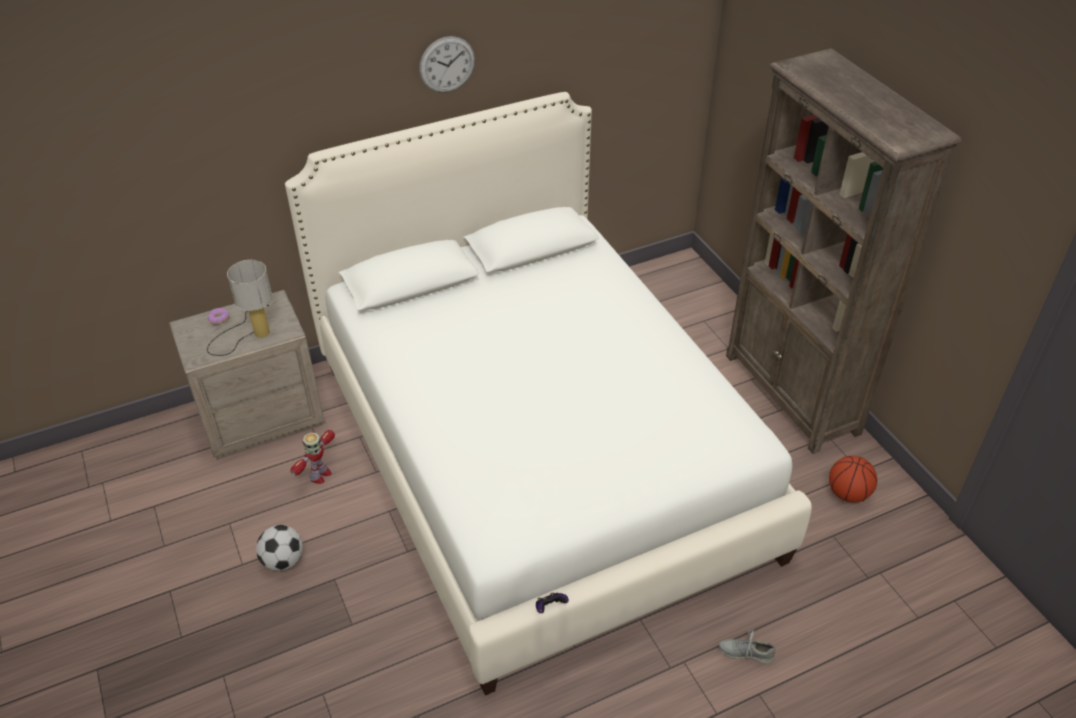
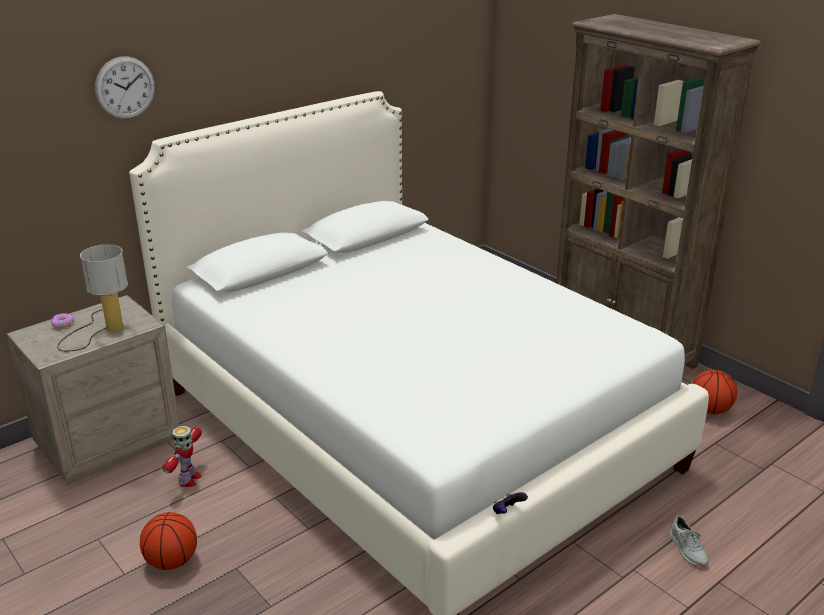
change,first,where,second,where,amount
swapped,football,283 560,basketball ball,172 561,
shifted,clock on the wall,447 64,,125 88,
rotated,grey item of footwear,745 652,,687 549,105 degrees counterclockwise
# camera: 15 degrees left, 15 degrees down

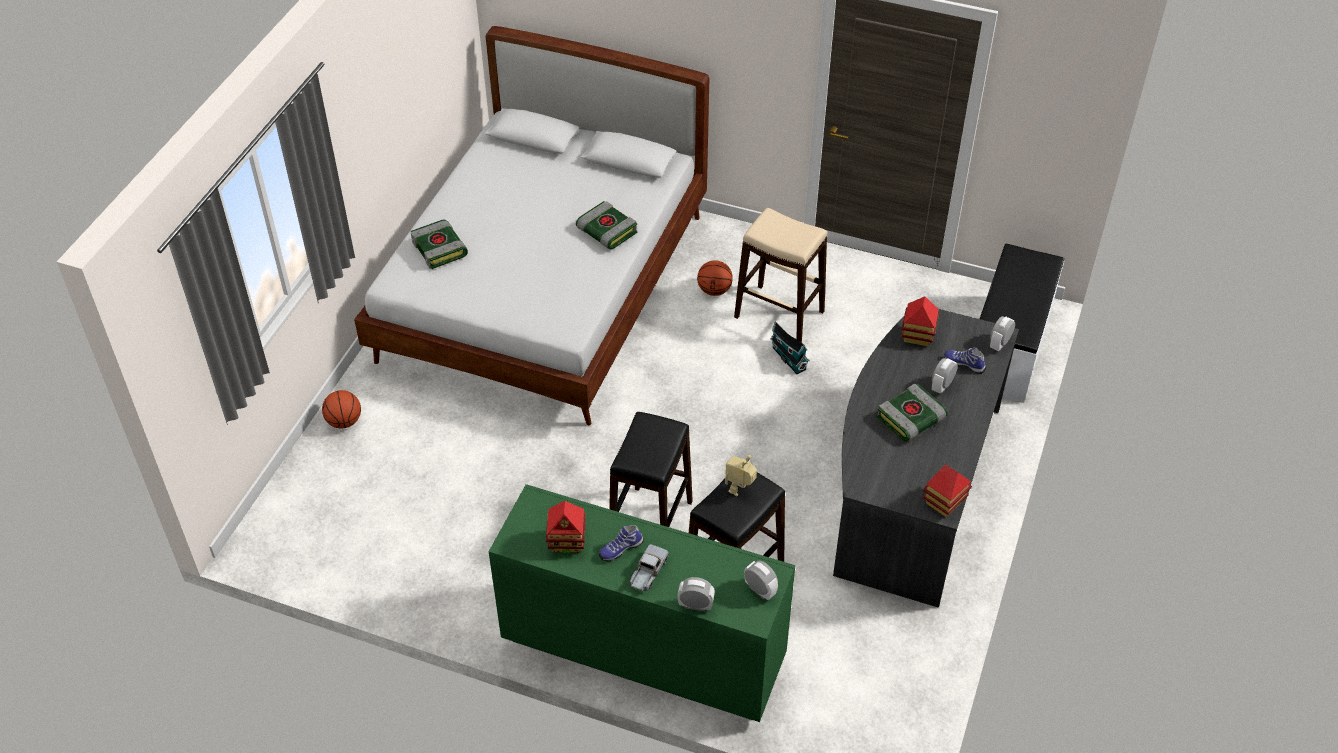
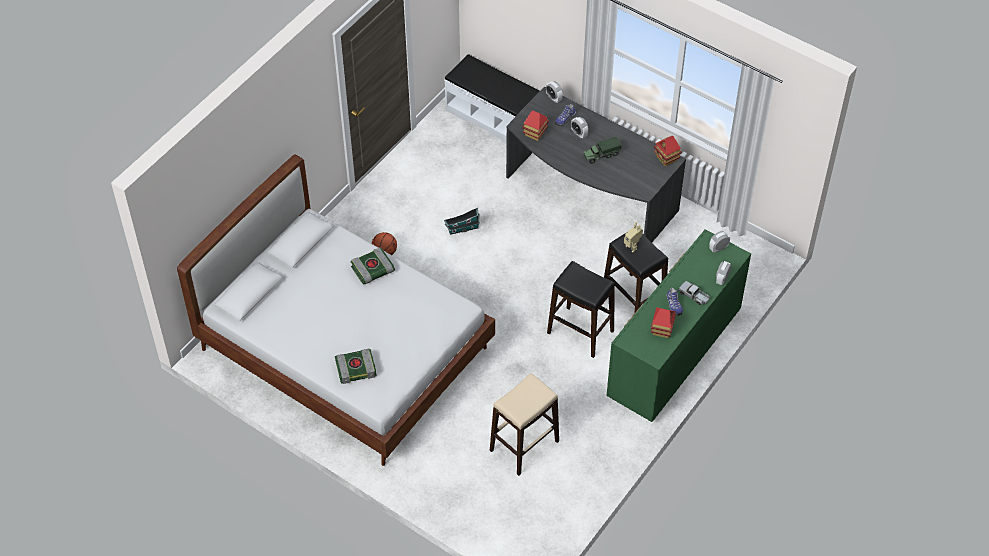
change,first,where,second,where,amount
gone,basketball ball,344 421,,,
shifted,sand-coloured sitting stool,778 314,,524 446,
swapped,volume,910 419,toy truck,600 155,
# camera: 75 degrees left, 5 degrees up

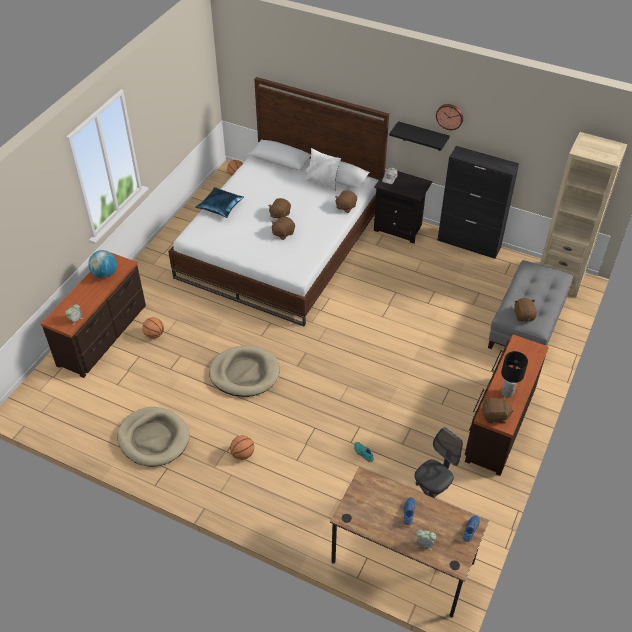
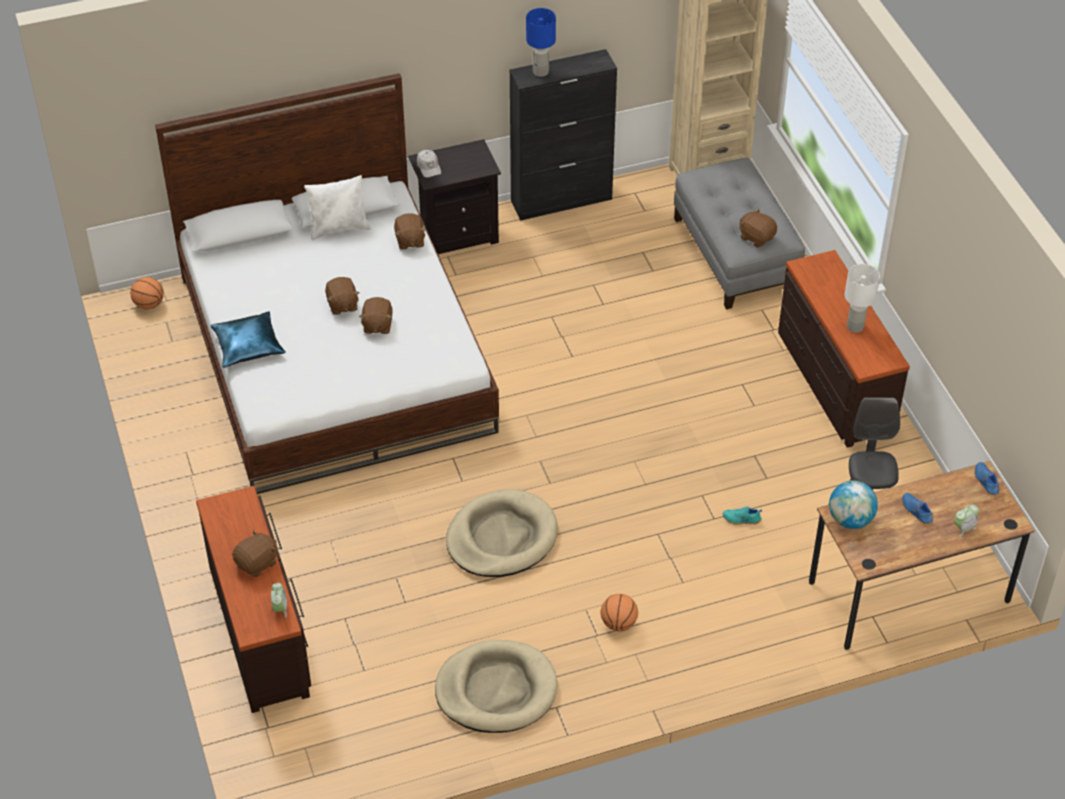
change,first,where,second,where,amount
shifted,globe,105 274,,850 520,
gone,basketball ball,154 335,,,
gone,black wall shelf,422 136,,,
gone,clock on the wall,450 116,,,
shifted,brown soft toy,495 416,,257 563,
repainted,black table lamp,507 392,white-coloured table lamp,855 326,
new,,,bluish table lamp,540 72,
# camera: 45 degrees left, 0 degrees up

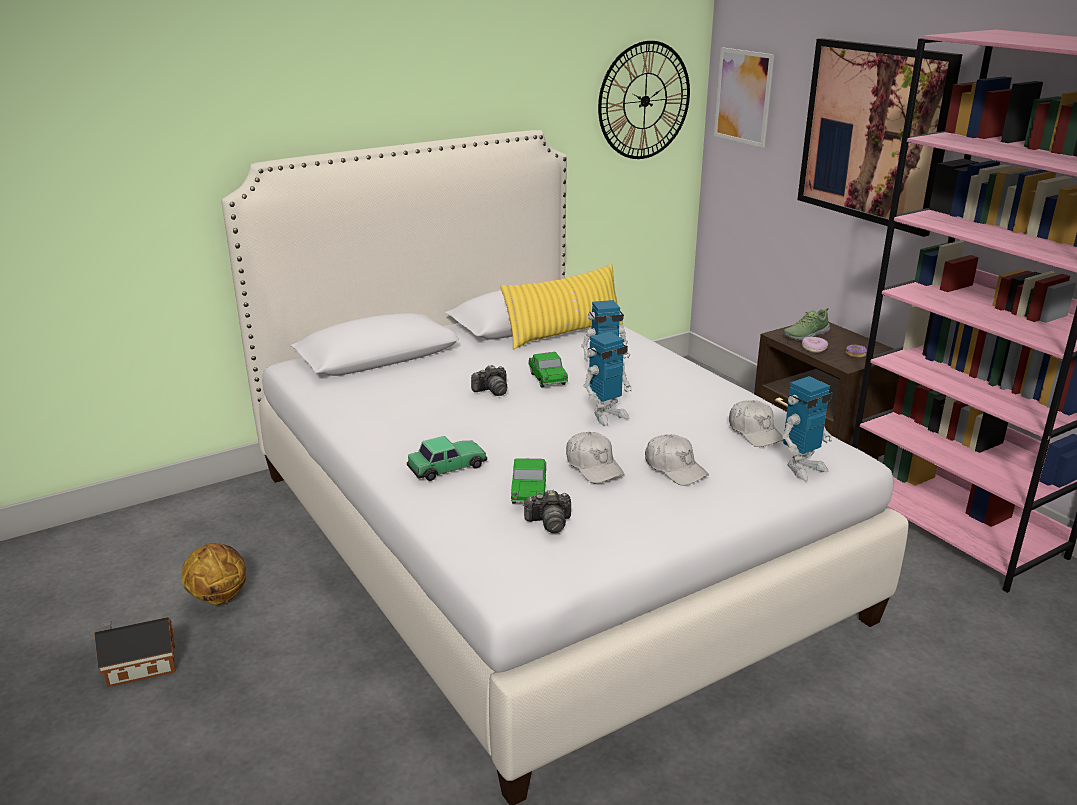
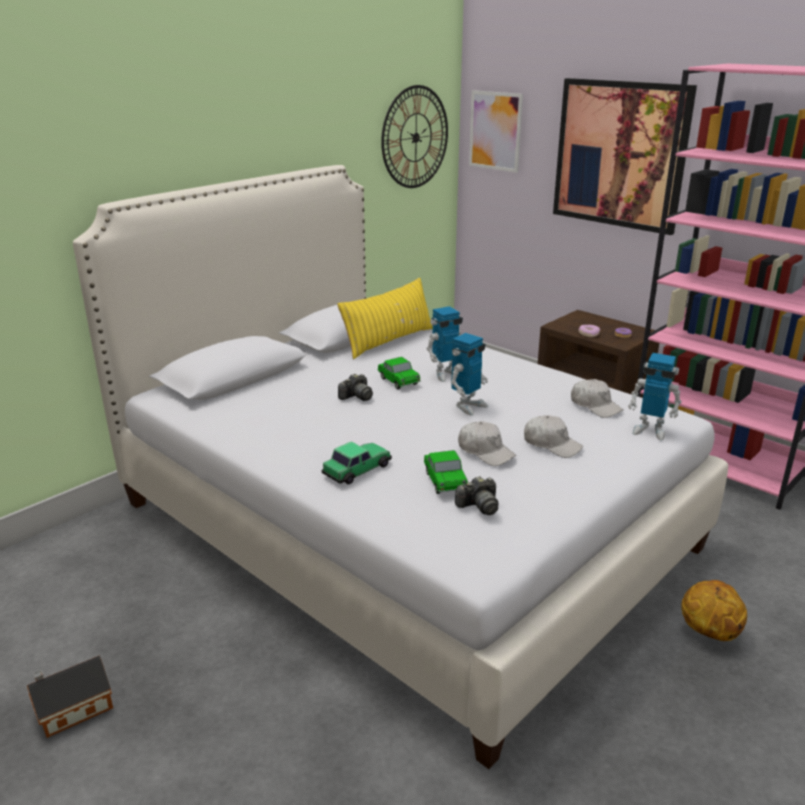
change,first,where,second,where,amount
shifted,basketball ball,218 597,,708 632,
rotated,model robot,802 468,,650 430,75 degrees clockwise
gone,item of footwear,805 335,,,
# camera: 15 degrees left, 0 degrees up

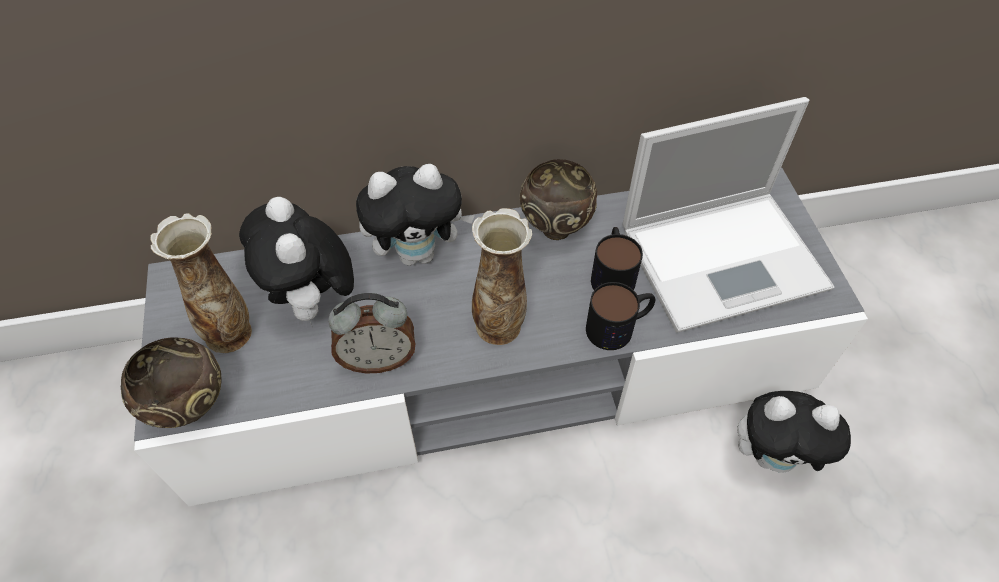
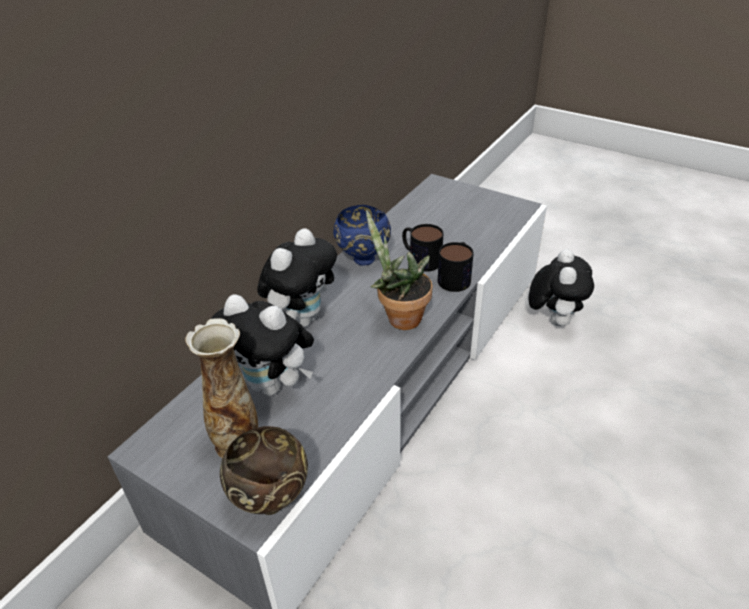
change,first,where,second,where,amount
gone,alarm clock,378 359,,,
swapped,flower vase,499 327,plant in a pot,399 318,
repainted,brown bowl,555 227,bluish bowl,362 259,
gone,portable computer,726 257,,,
rotated,soft toy,773 456,,553 319,45 degrees counterclockwise
# camera: 45 degrees left, 15 degrees down

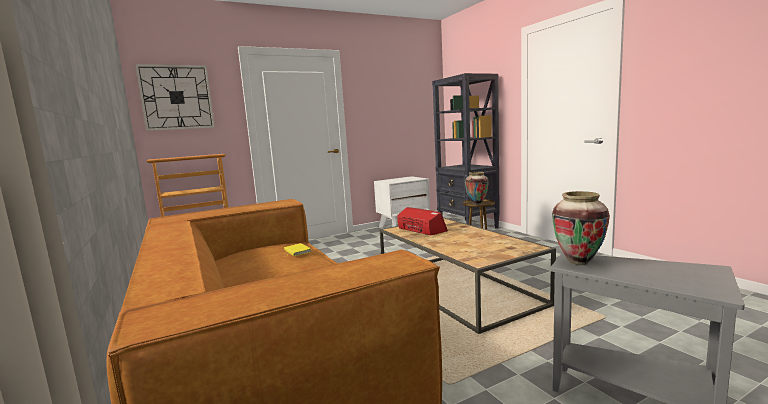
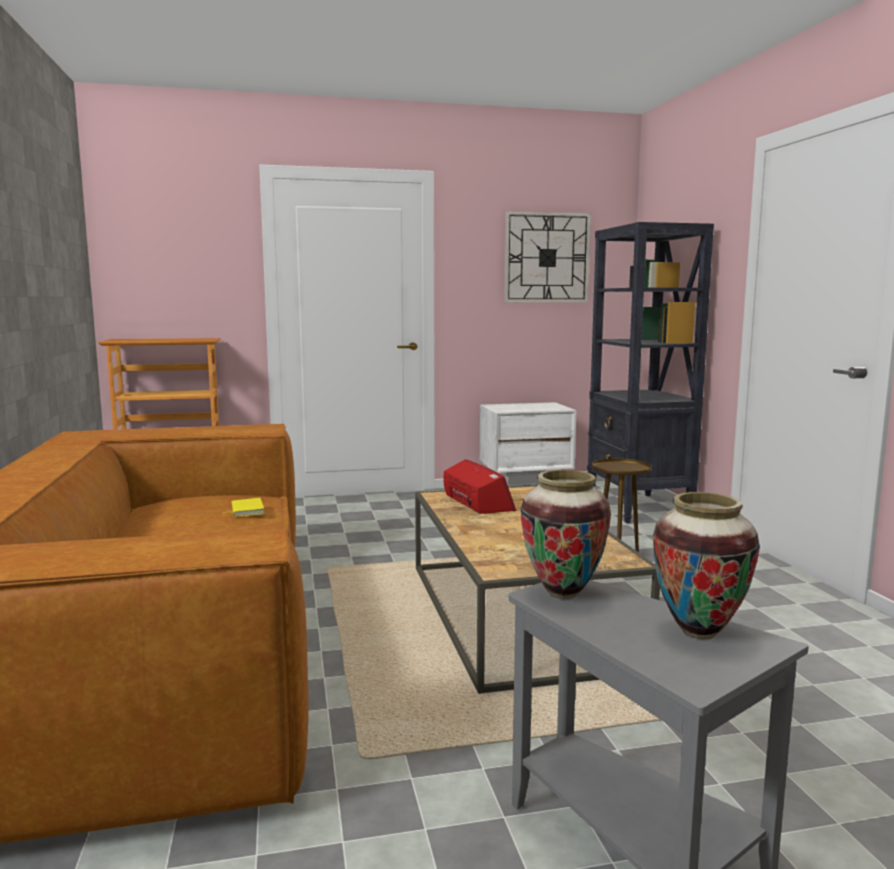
change,first,where,second,where,amount
shifted,clock on the wall,176 97,,546 258,
shifted,flower vase,476 204,,698 632,
# camera: 15 degrees right, 0 degrees up

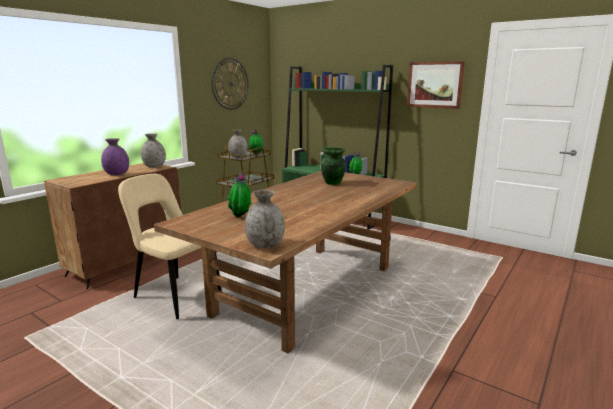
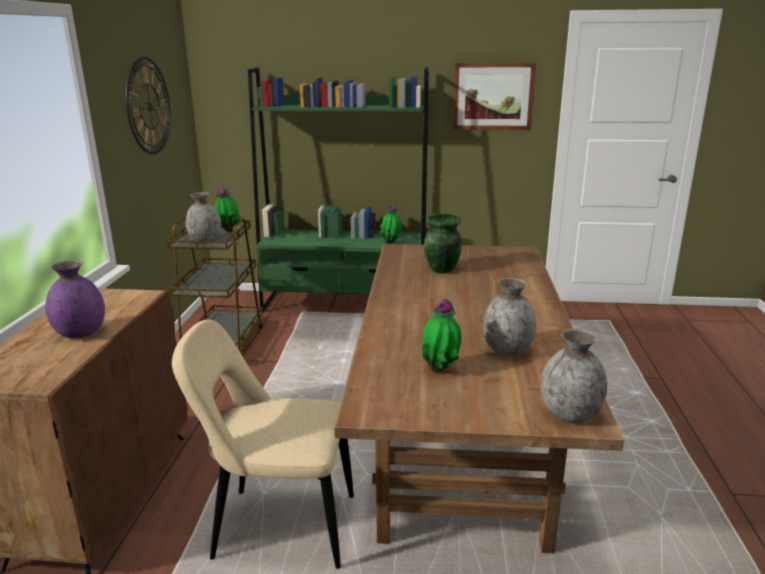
change,first,where,second,where,amount
shifted,grey flower vase,154 166,,507 350,
# camera: 30 degrees left, 5 degrees up

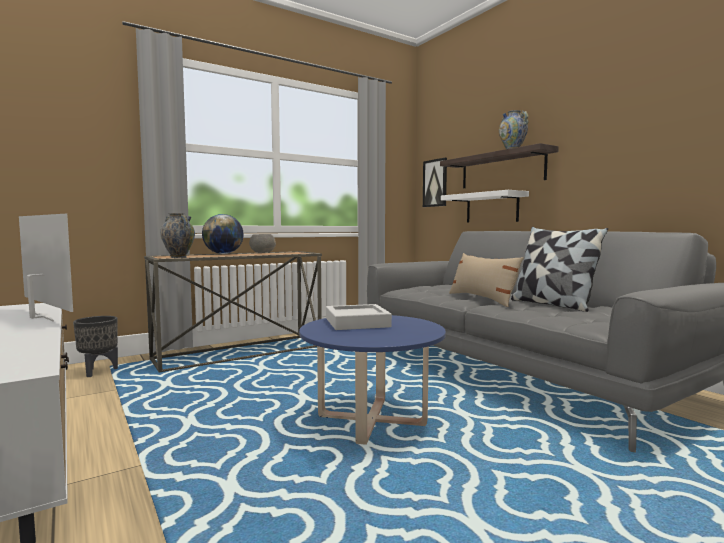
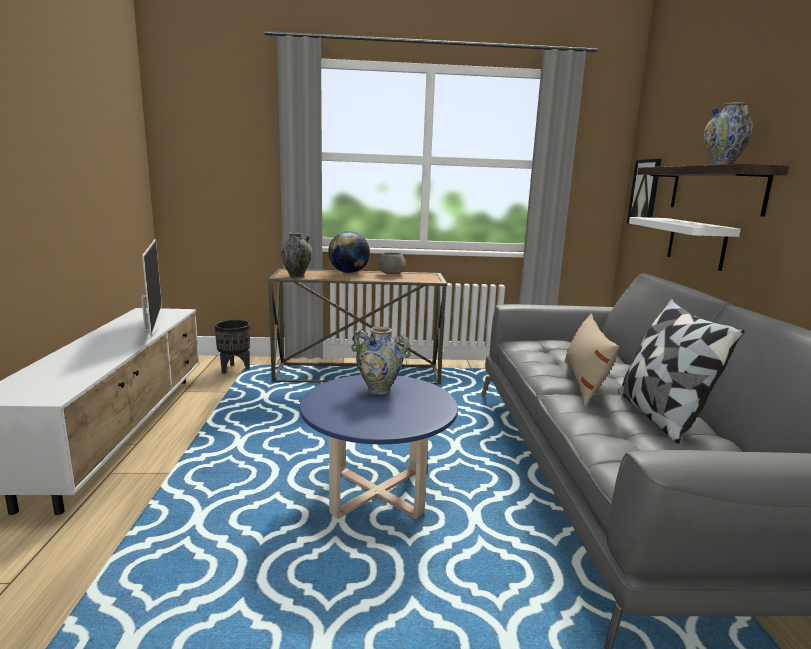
change,first,where,second,where,amount
swapped,grey carrying tray,357 323,flower vase,379 390,
# camera: 30 degrees right, 10 degrees up

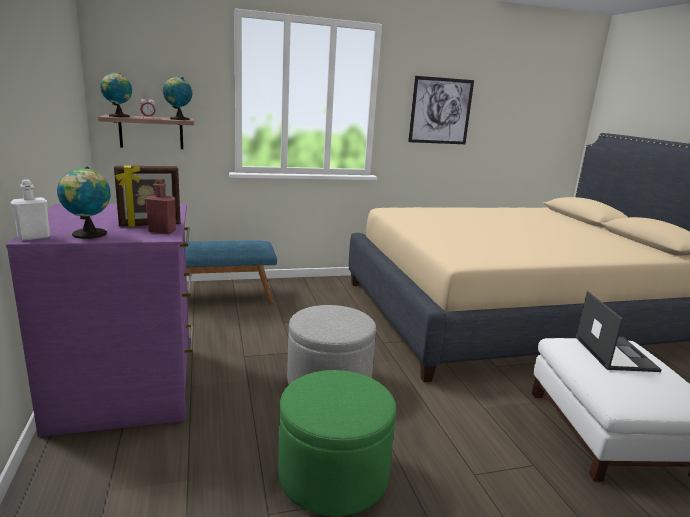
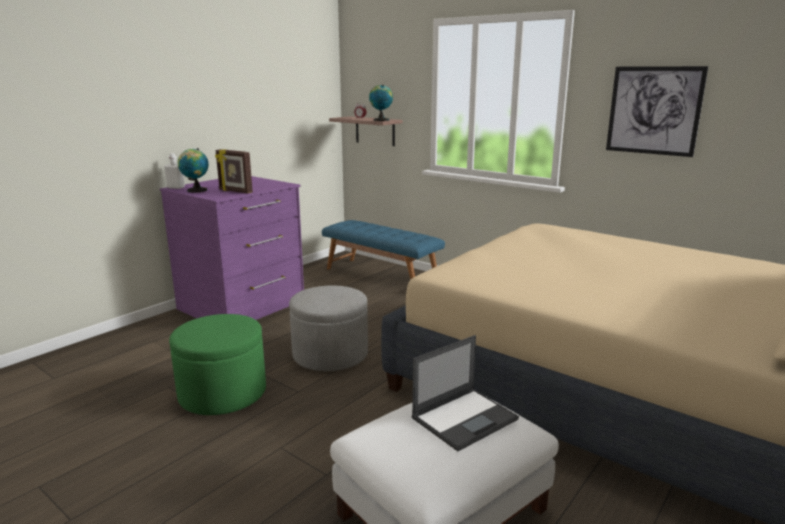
change,first,where,second,where,amount
gone,globe,118 116,,,
gone,reddish drink bottle,162 231,,,
# camera: 55 degrees right, 0 degrees up

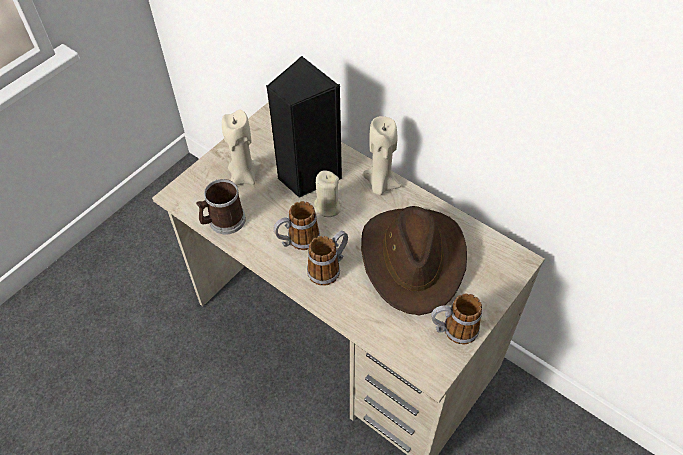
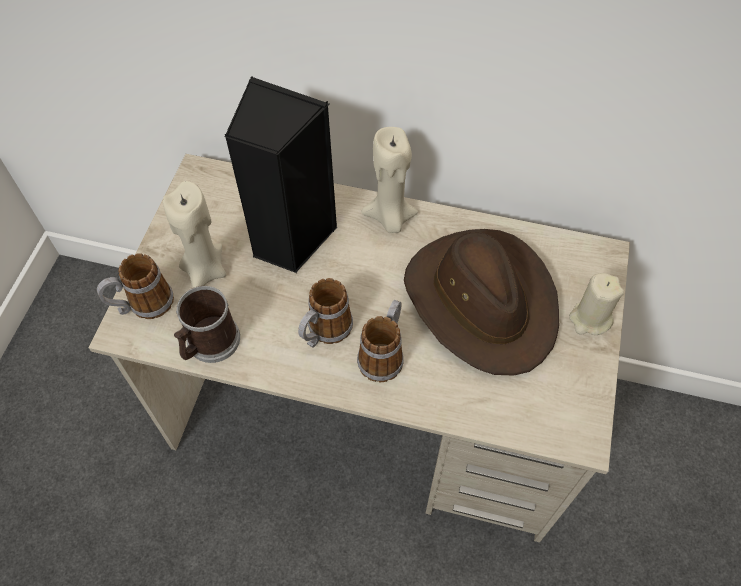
change,first,where,second,where,amount
shifted,sand-coloured wax light,327 207,,589 319,
shifted,coffee mug,453 330,,143 305,
# camera: 25 degrees left, 5 degrees up

